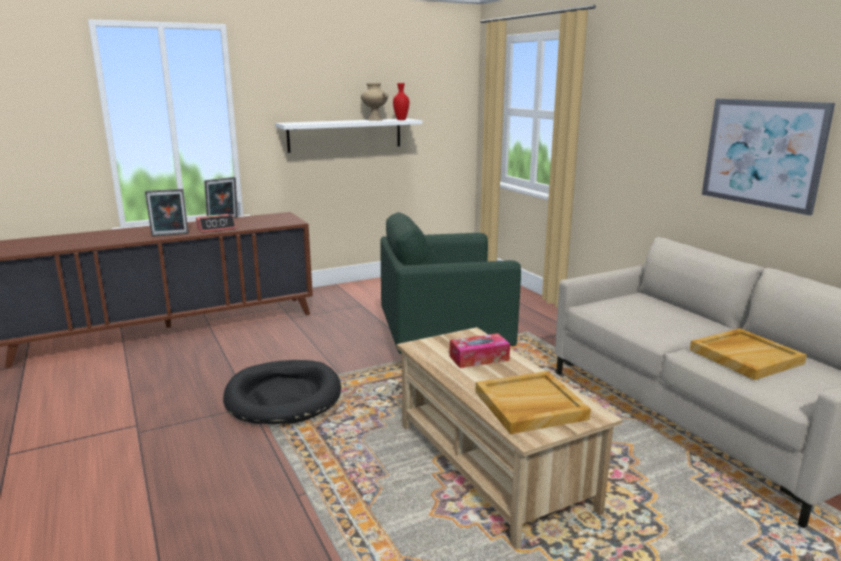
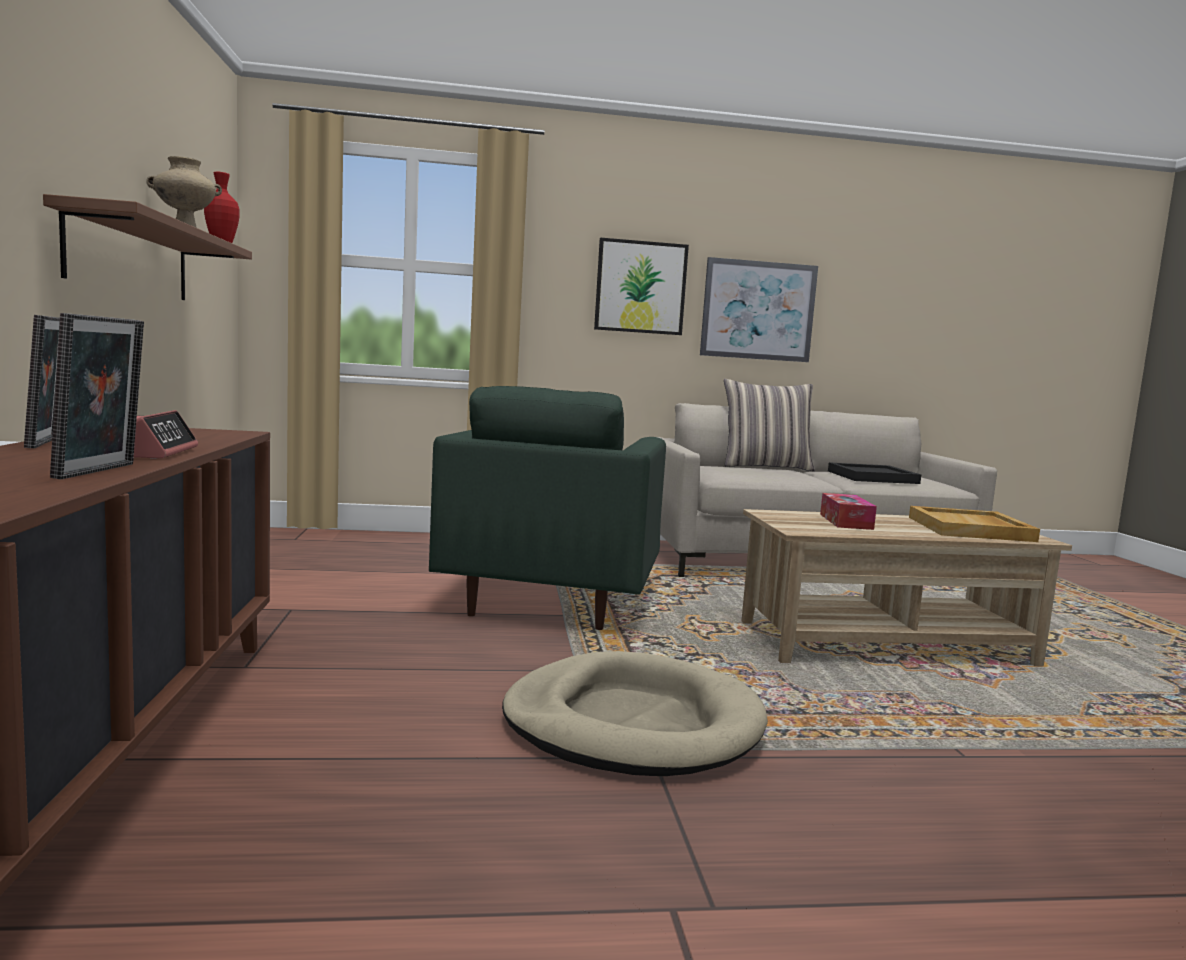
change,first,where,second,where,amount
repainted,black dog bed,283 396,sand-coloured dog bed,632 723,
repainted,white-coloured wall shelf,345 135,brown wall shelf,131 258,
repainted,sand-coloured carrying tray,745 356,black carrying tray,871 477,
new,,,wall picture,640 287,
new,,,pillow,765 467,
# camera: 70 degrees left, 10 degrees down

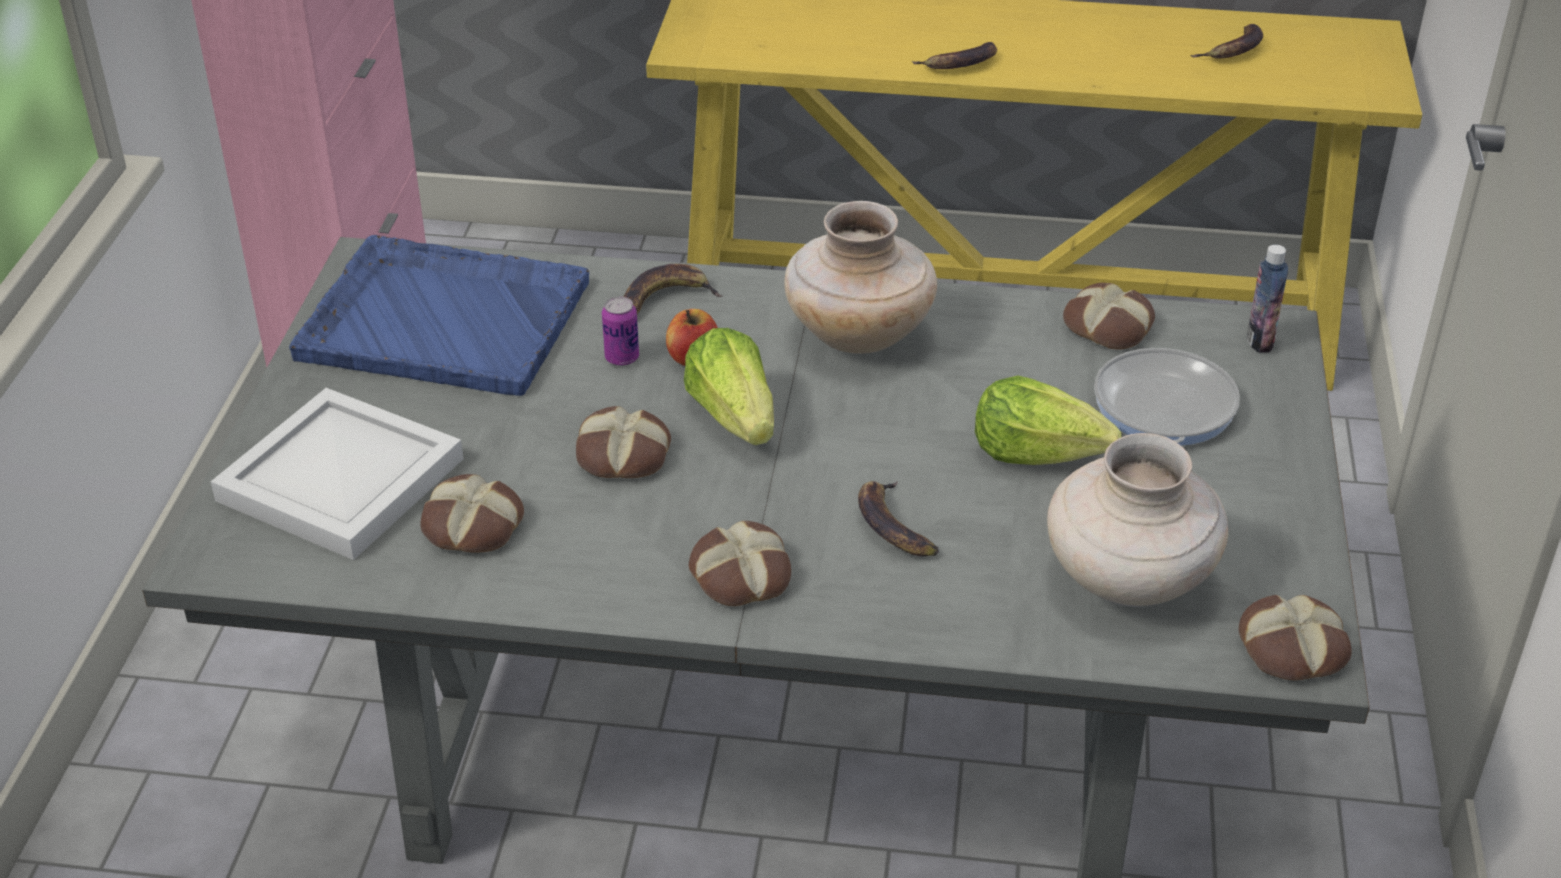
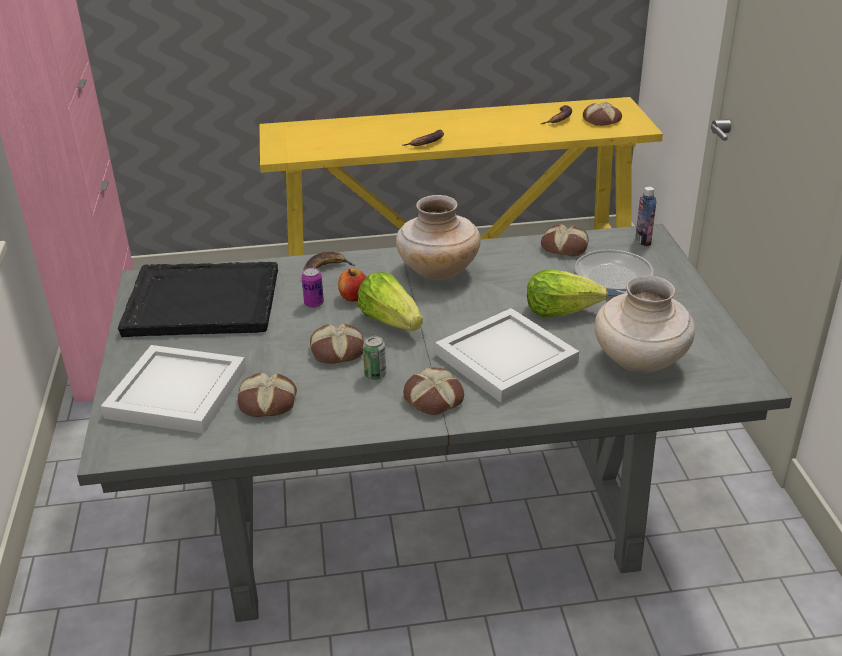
change,first,where,second,where,amount
repainted,bluish carrying tray,441 320,black carrying tray,201 302,
swapped,whole banana,893 526,white-coloured carrying tray,503 358,
shifted,baked bread,1292 650,,602 120,
new,,,sealed can,375 374,
# camera: 15 degrees left, 5 degrees down

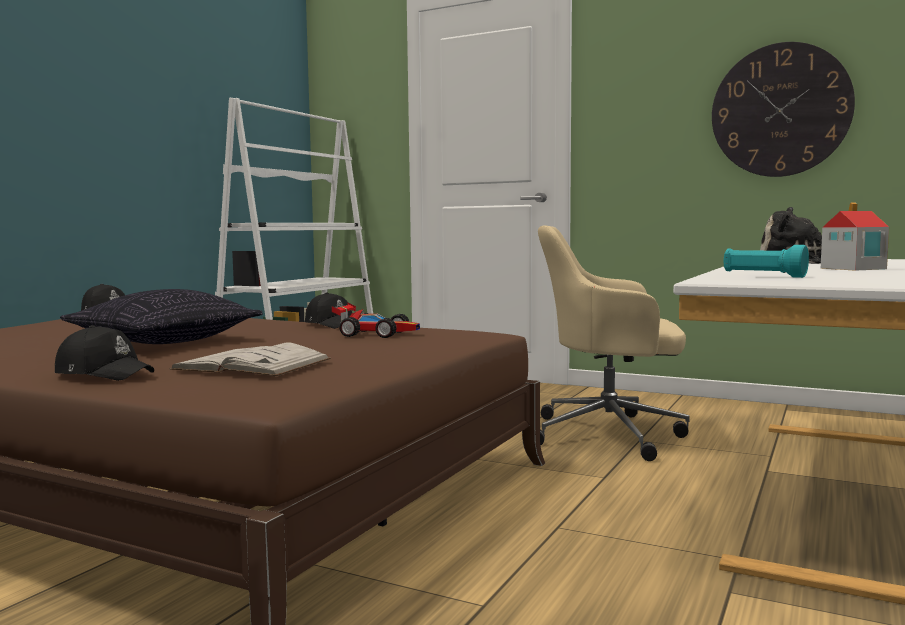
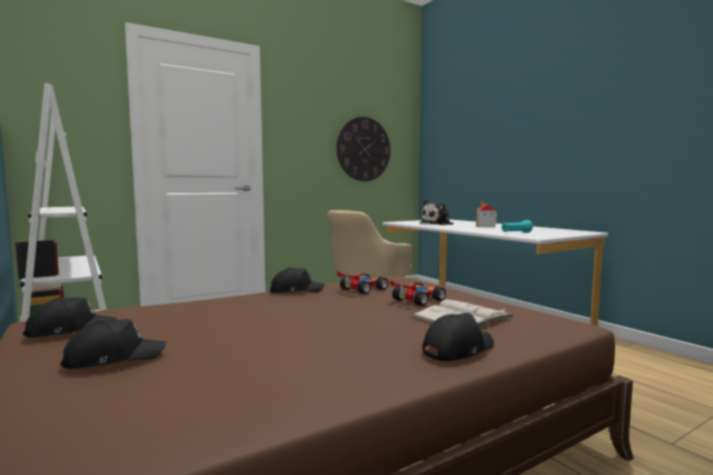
change,first,where,second,where,amount
gone,pillow,165 341,,,
new,,,black cap,114 358,
new,,,model car,418 299,
# camera: 60 degrees left, 0 degrees up

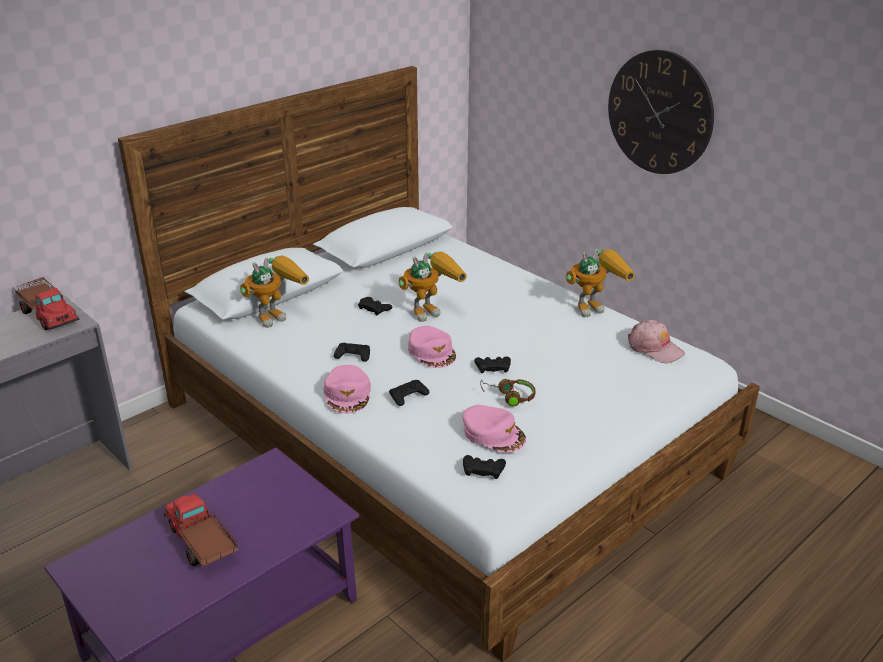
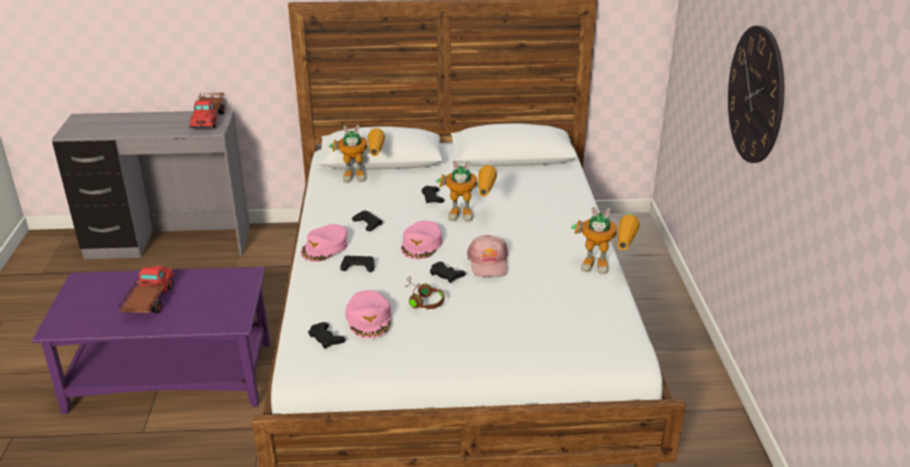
change,first,where,second,where,amount
shifted,pink cap,654 348,,488 262,
# camera: 40 degrees right, 0 degrees up

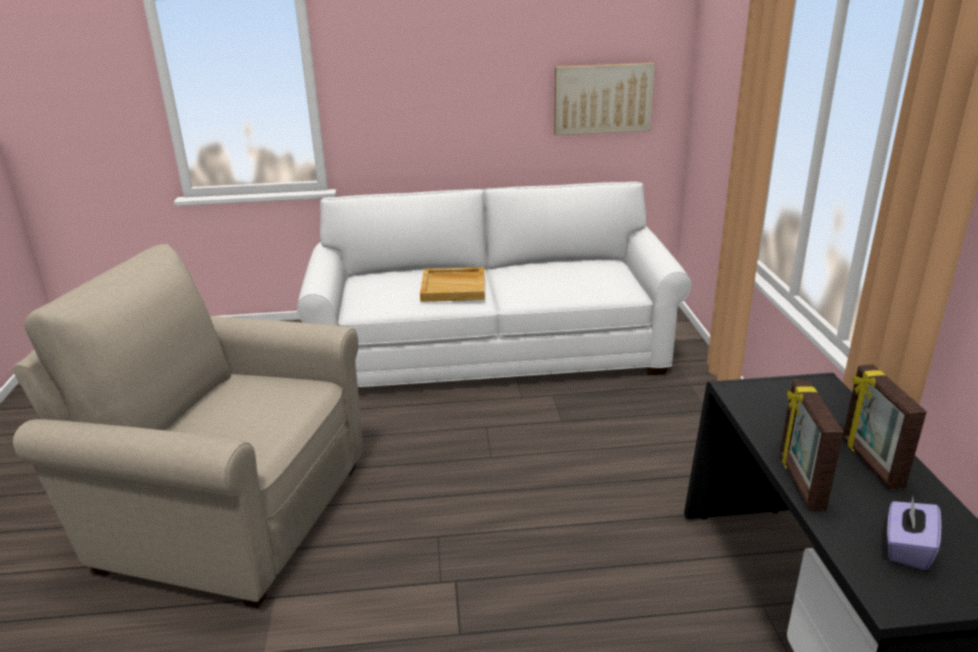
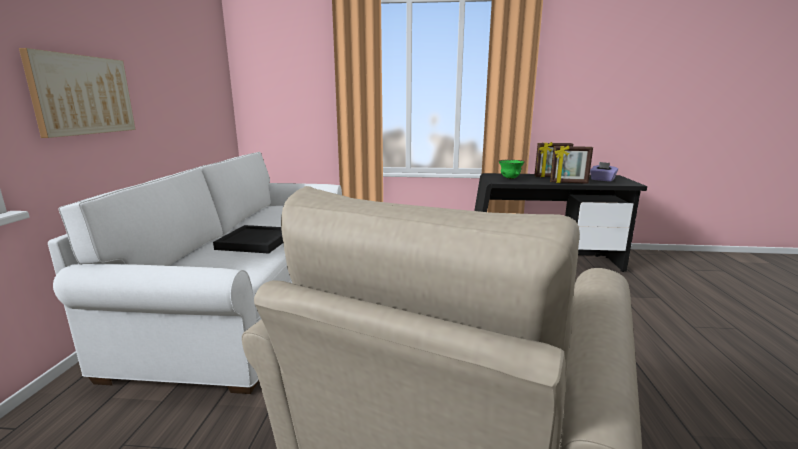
change,first,where,second,where,amount
repainted,sand-coloured carrying tray,454 287,black carrying tray,255 241,
shifted,wall picture,603 98,,82 95,
new,,,green bowl,510 178,
# camera: 80 degrees left, 10 degrees down

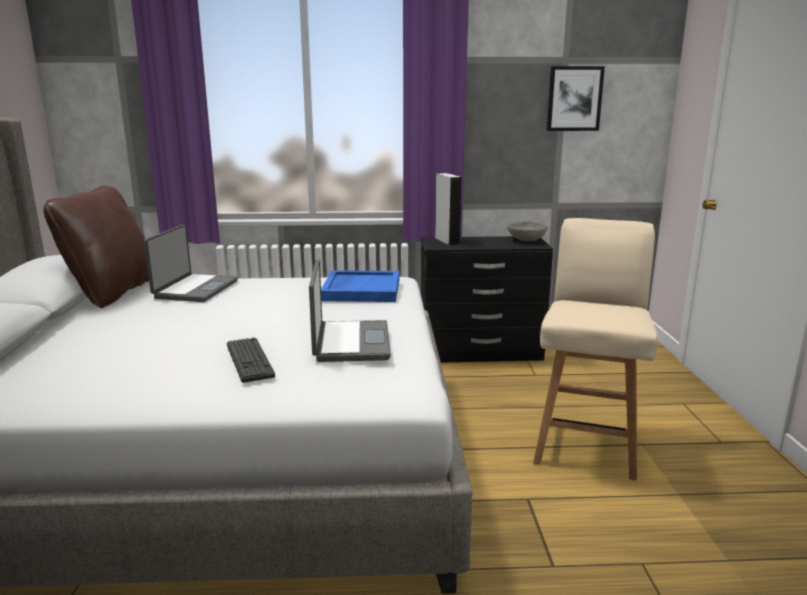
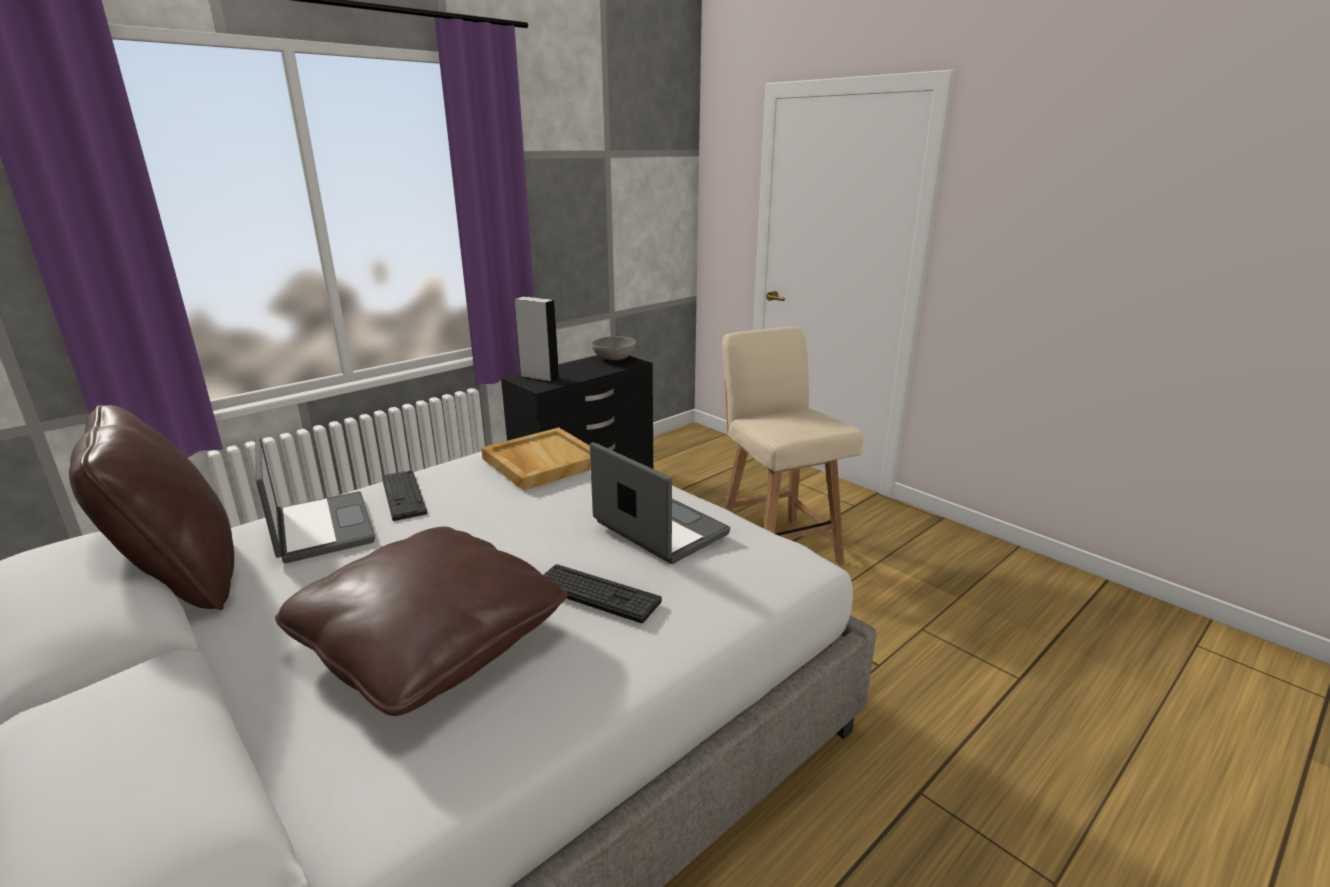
change,first,where,second,where,amount
repainted,bluish carrying tray,361 290,sand-coloured carrying tray,541 462,
gone,wall picture,574 99,,,
new,,,brown pillow,431 642,
new,,,PC keyboard,403 495,
# camera: 40 degrees left, 5 degrees up

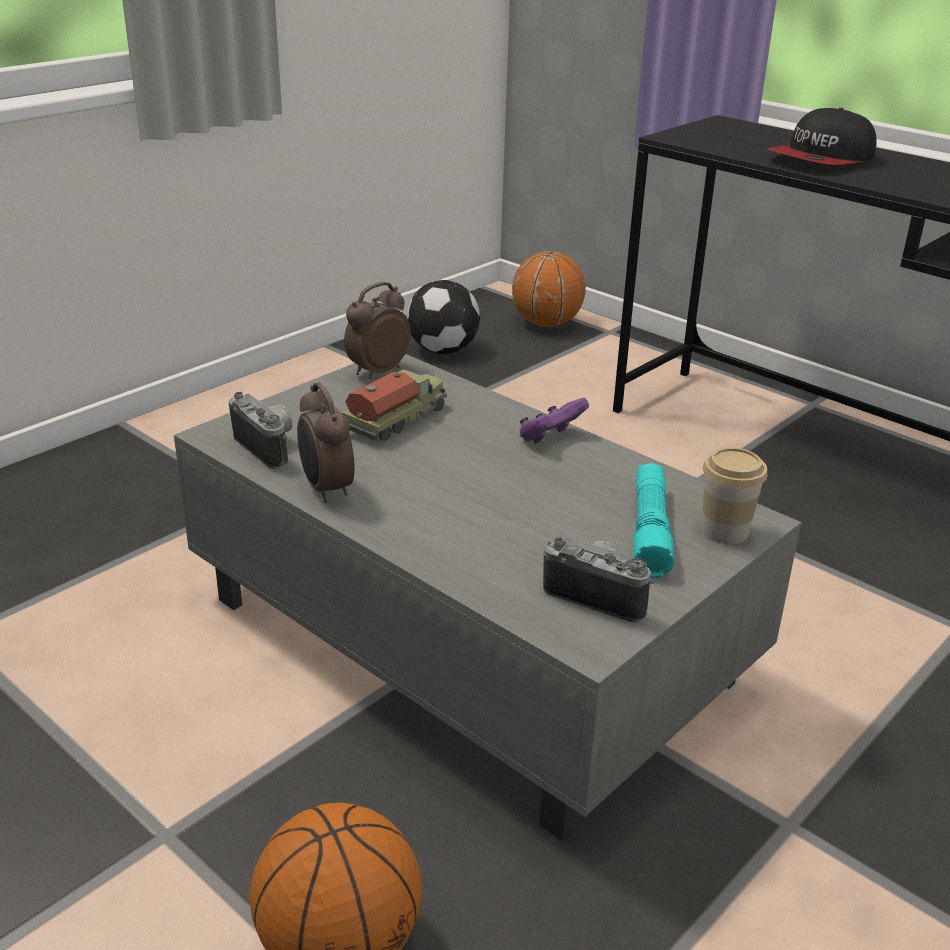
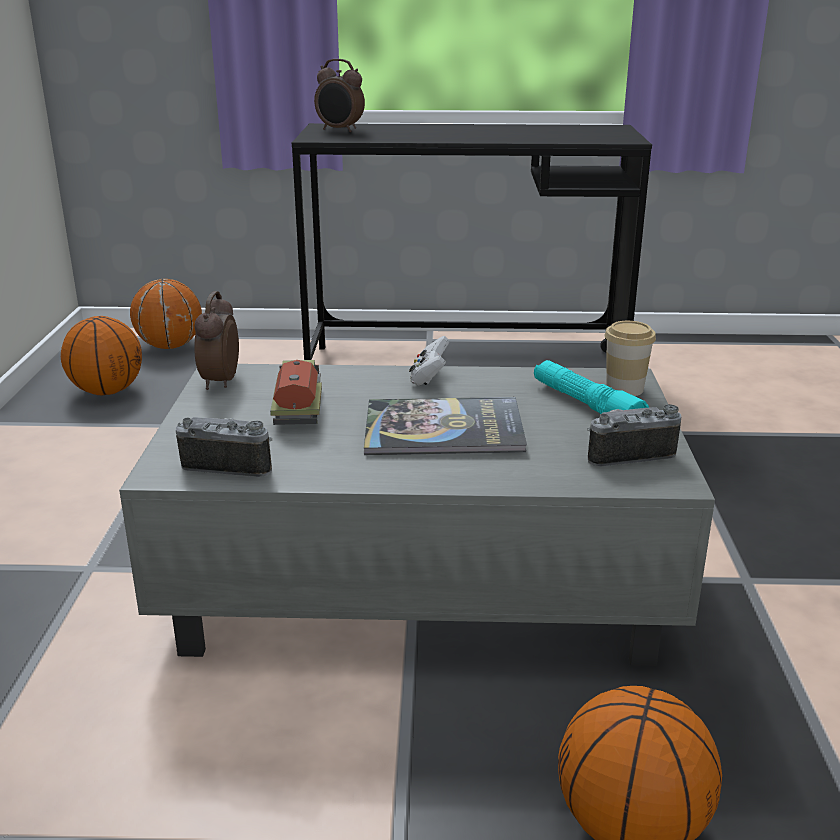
change,first,where,second,where,amount
shifted,alarm clock,326 489,,340 130,
swapped,football,443 350,basketball ball,107 391,
repainted,purple gamepad,550 438,white-coloured gamepad,429 378,
gone,cap,822 159,,,
new,,,volume,443 429,
# camera: 40 degrees left, 5 degrees down

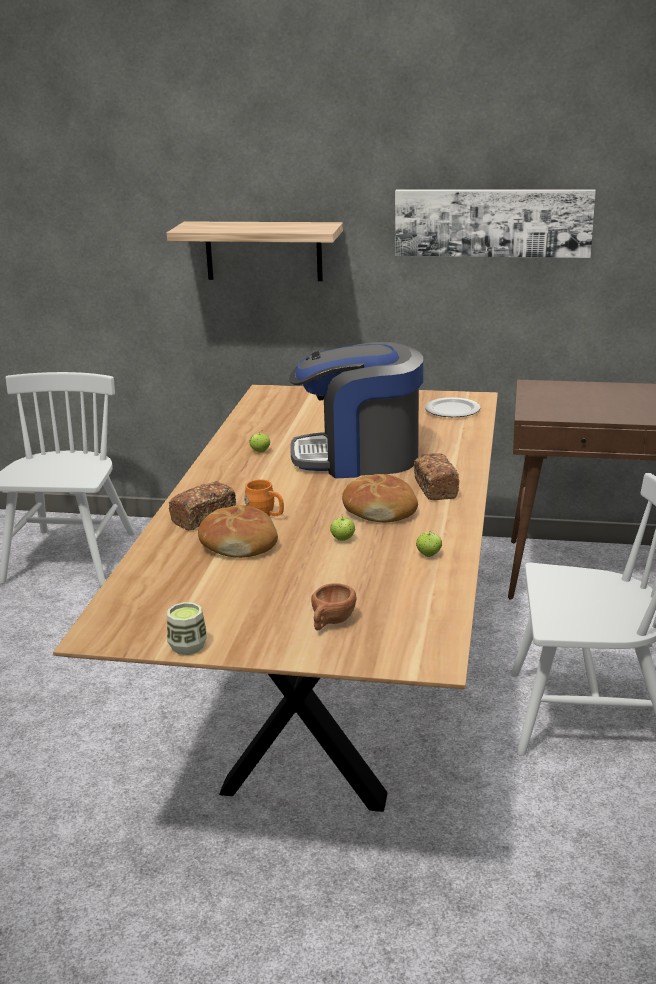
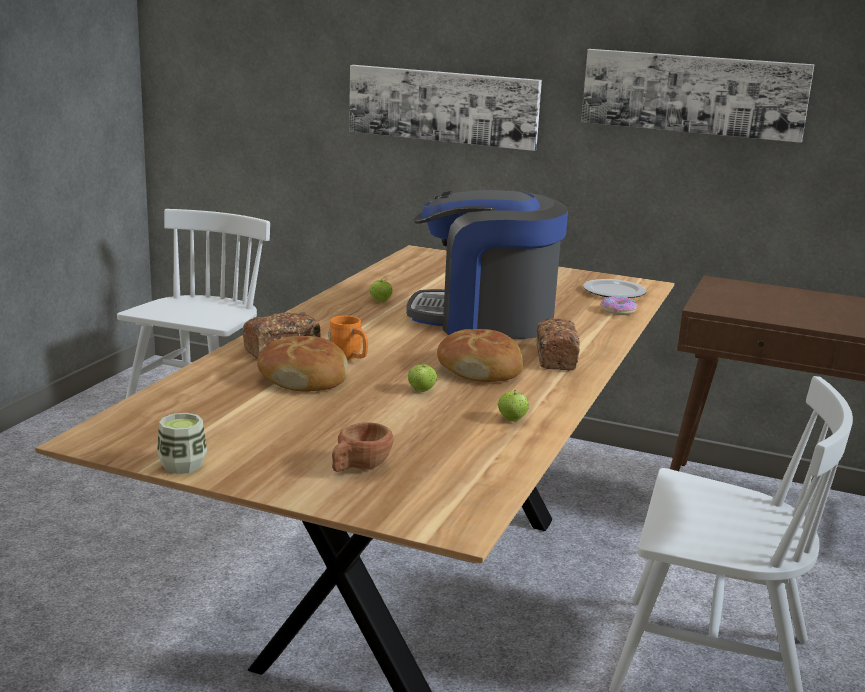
change,first,where,second,where,amount
swapped,wall shelf,263 251,wall picture,443 106,
new,,,ring doughnut,618 311,
# camera: 10 degrees right, 5 degrees down

